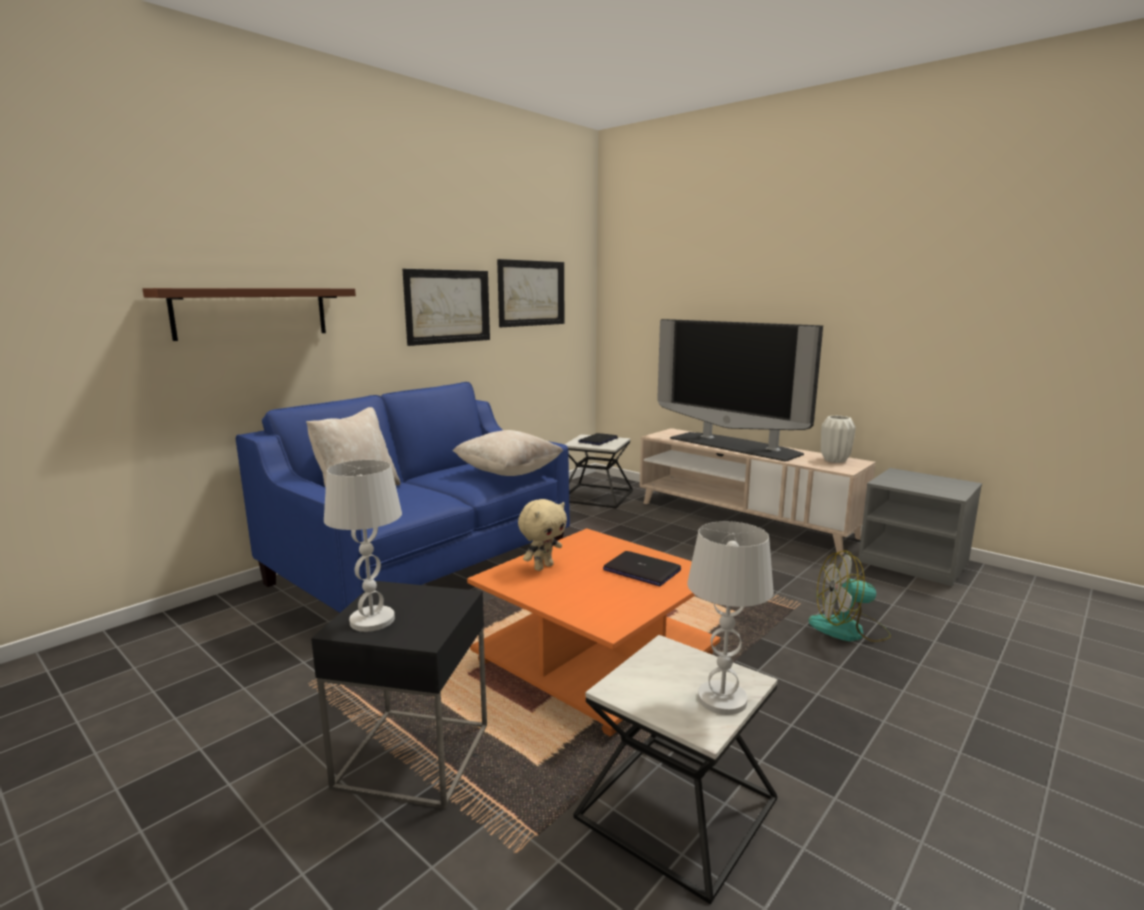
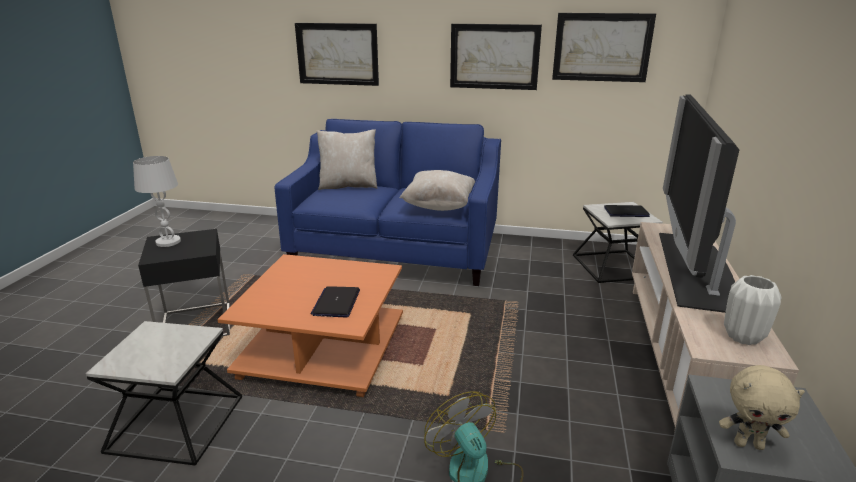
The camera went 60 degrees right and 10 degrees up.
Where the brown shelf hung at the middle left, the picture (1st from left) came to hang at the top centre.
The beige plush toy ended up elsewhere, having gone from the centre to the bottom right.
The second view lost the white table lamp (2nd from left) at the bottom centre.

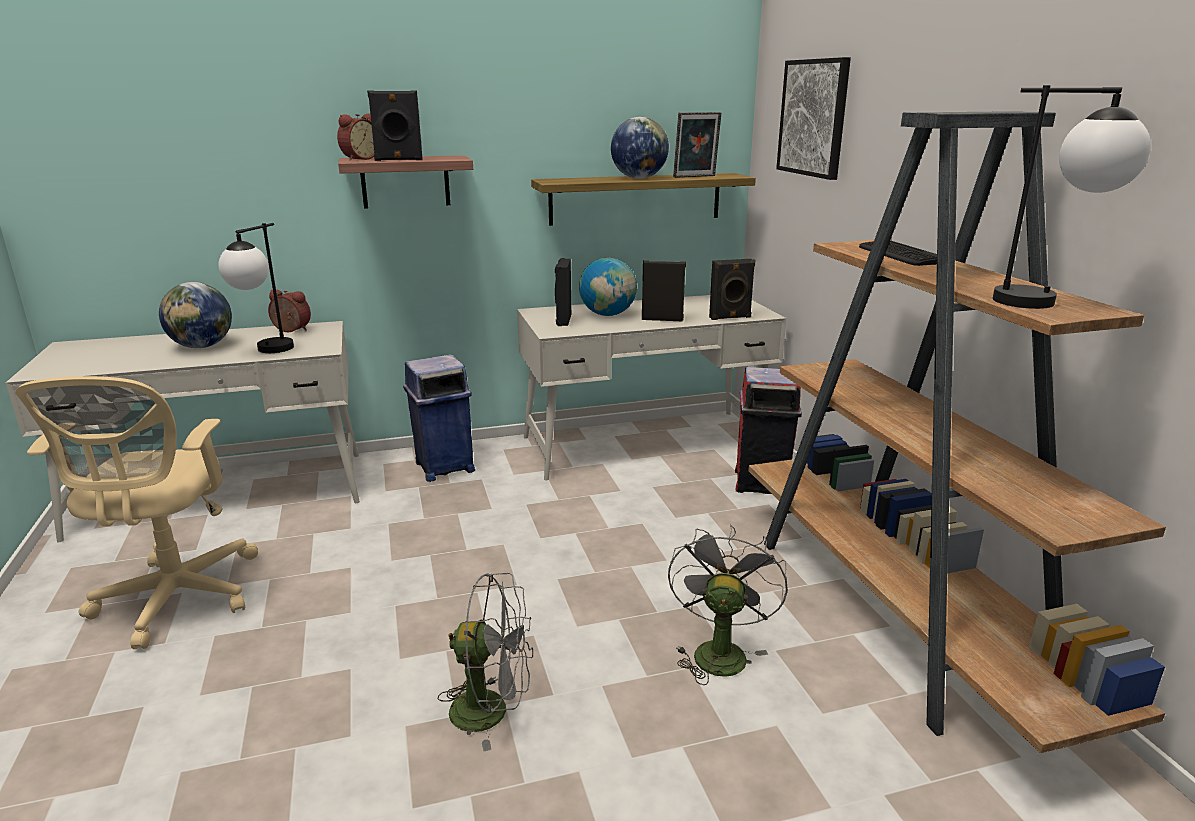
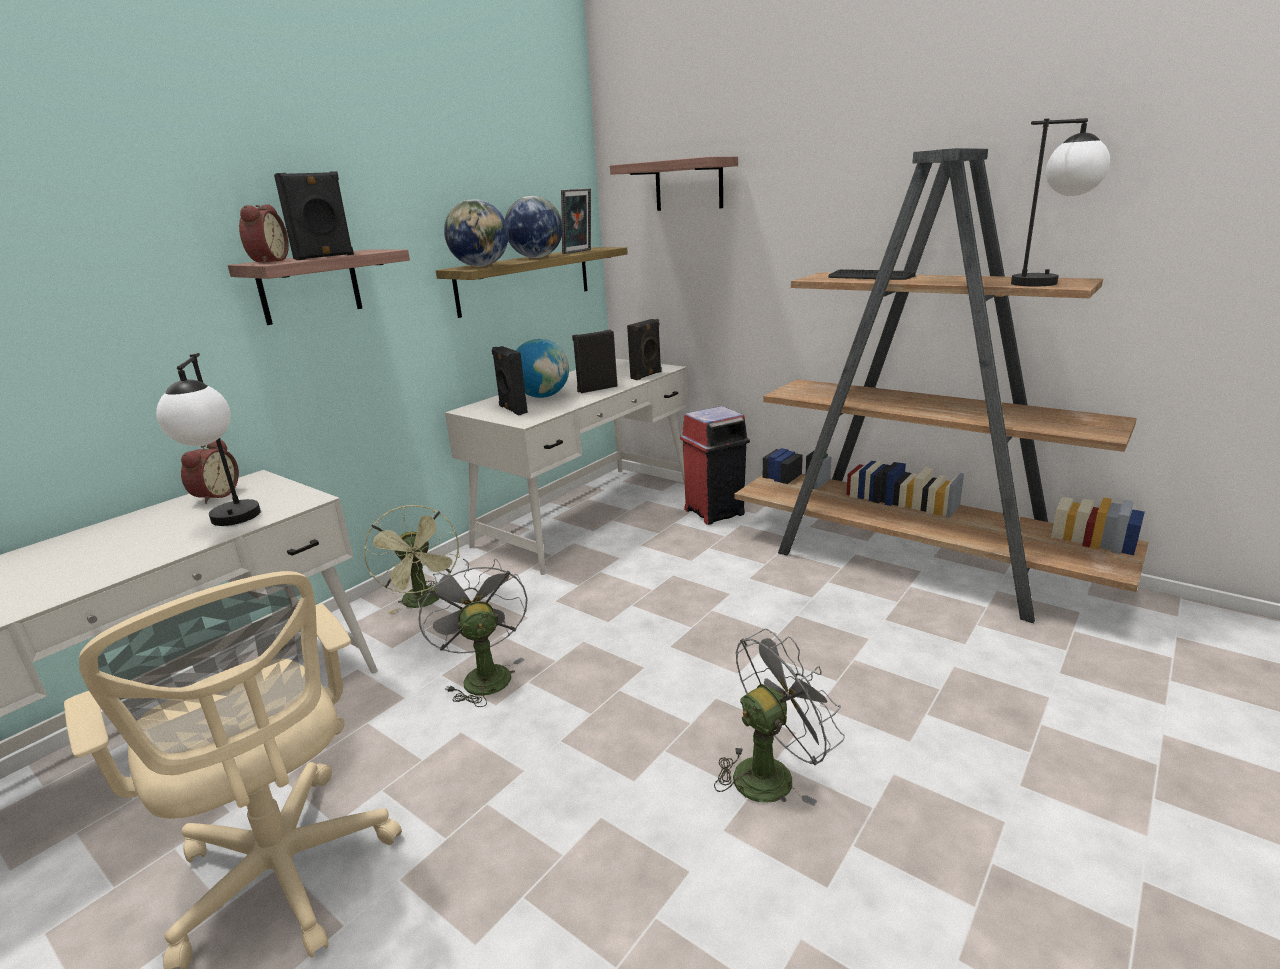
The camera went 35 degrees left and 0 degrees up.
The globe (1st from left) ended up elsewhere, having gone from the middle left to the top centre.
The alarm clock (1st from left) at the middle left ended up facing another way, 120 degrees clockwise from before.
Where the blue trash can stood at the centre, the green fan came to stand at the middle left.
The grey fan (2nd from left in the first image) ended up elsewhere, having gone from the bottom centre to the centre.
Where the picture hung at the top right, the shelf (3rd from left) came to hang at the top centre.

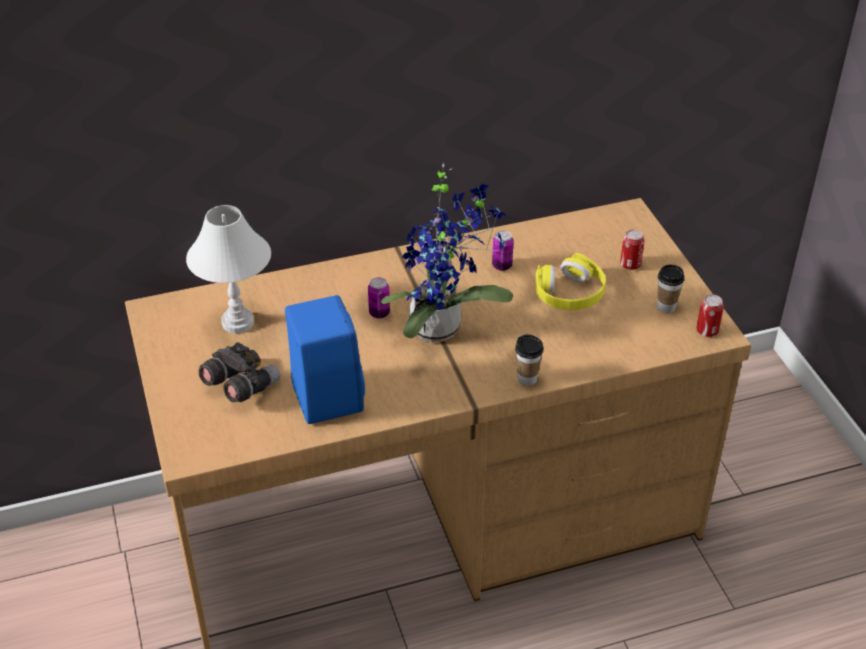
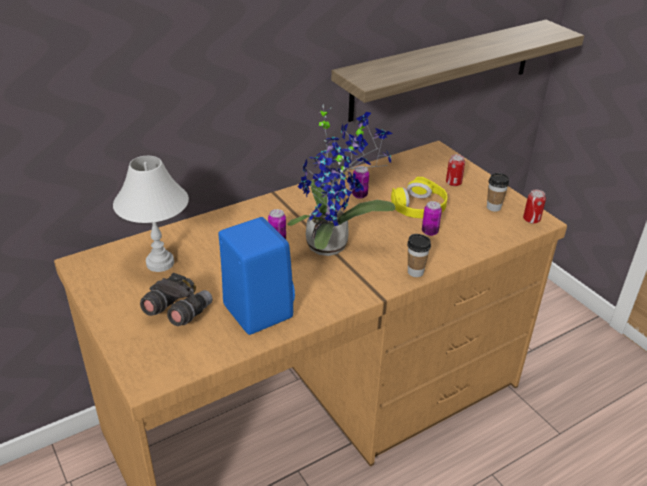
The camera went 15 degrees left and 5 degrees down.
The second view gained the shelf at the top right.
The second view gained the can (3rd from left) at the middle right.

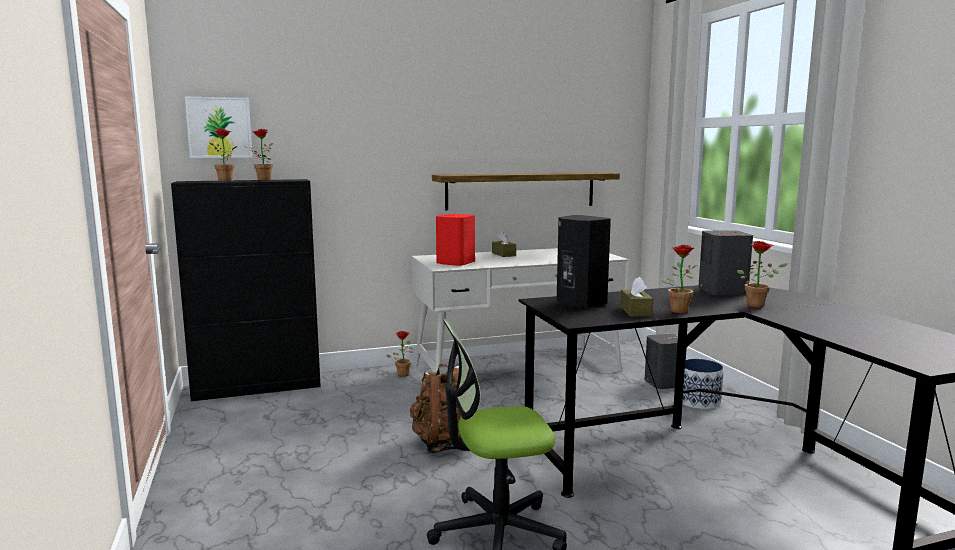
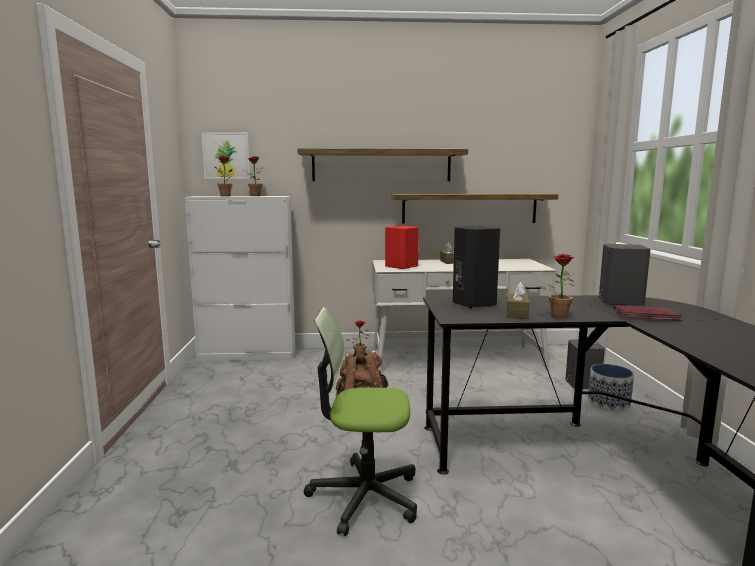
The camera went 15 degrees right and 0 degrees up.
What was the black cabinet at the middle left turned into the white cabinet at the middle left.
Where the potted plant (5th from left) stood at the middle right, the red book came to stand at the middle right.
The second view gained the shelf (1st from left) at the top centre.

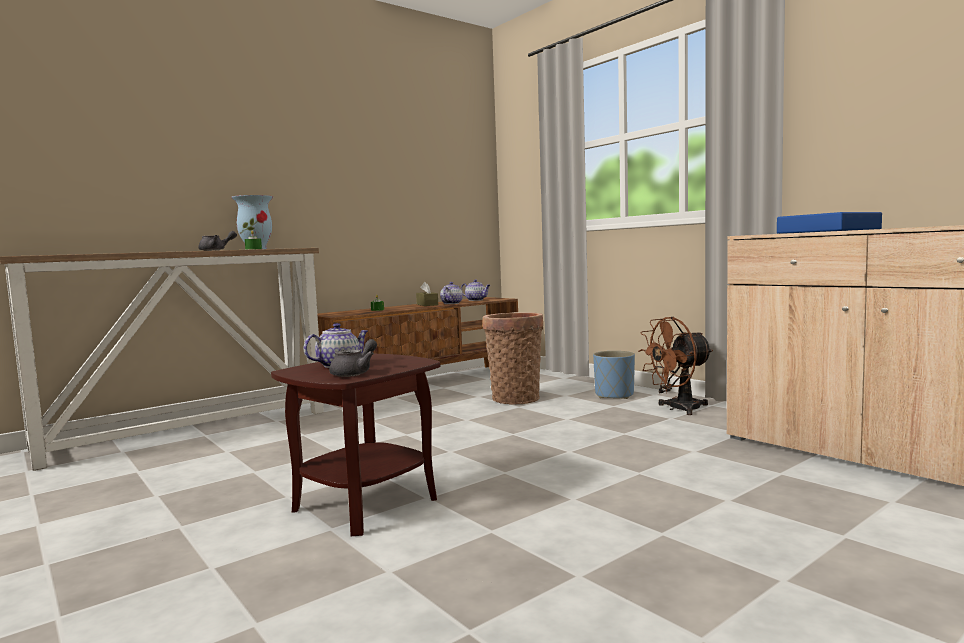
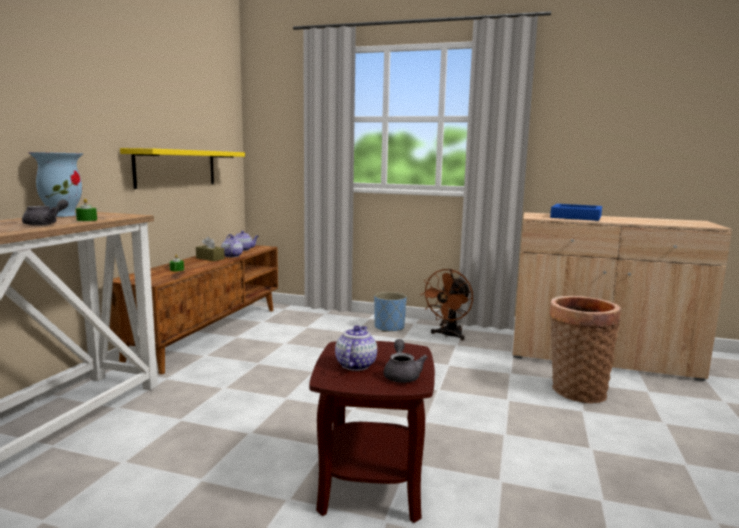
The camera went 35 degrees left and 5 degrees up.
The basket ended up elsewhere, having gone from the centre to the middle right.
The second view gained the yellow shelf at the top left.

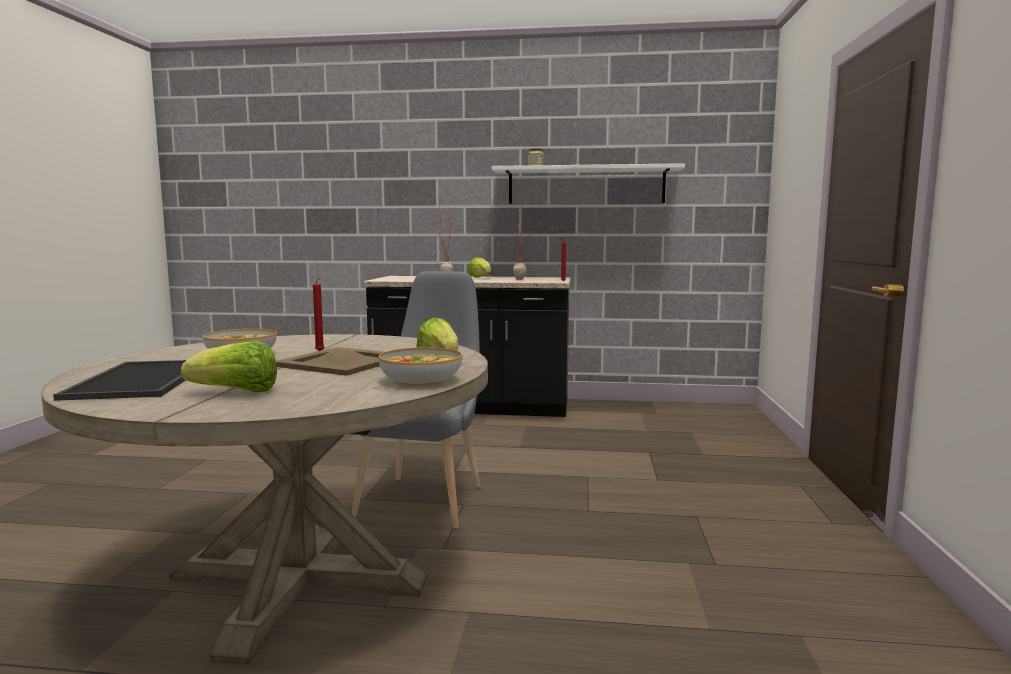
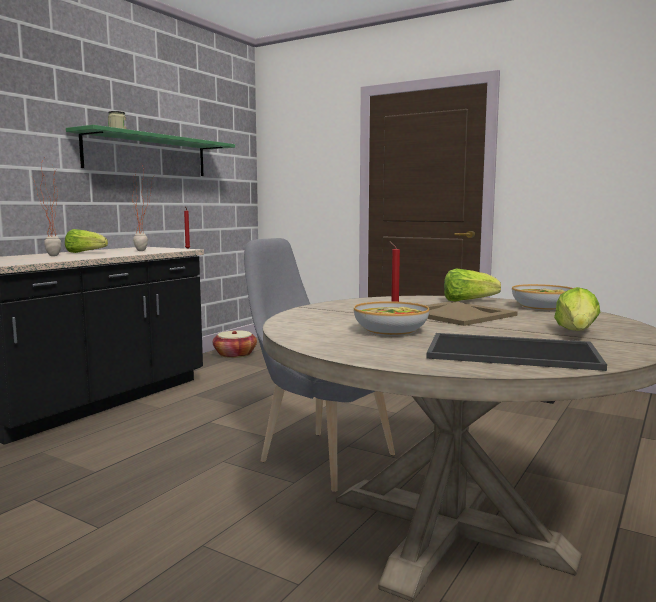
The camera went 65 degrees left and 0 degrees up.
What was the white shelf at the top centre turned into the green shelf at the top left.
The second view gained the basket at the centre.

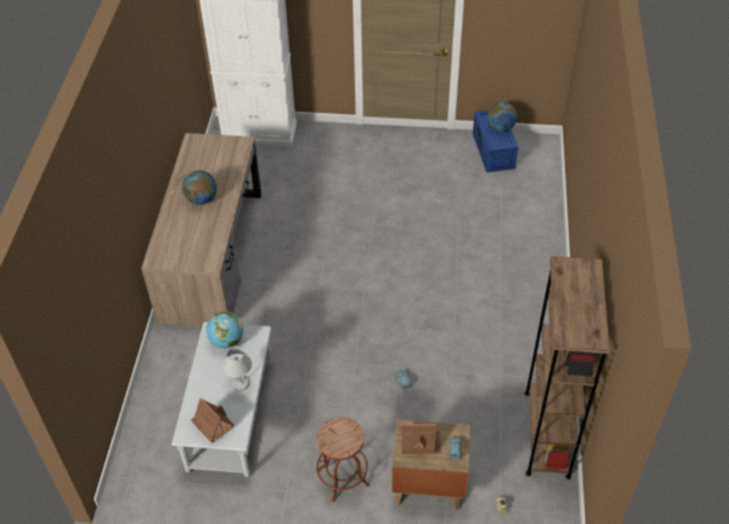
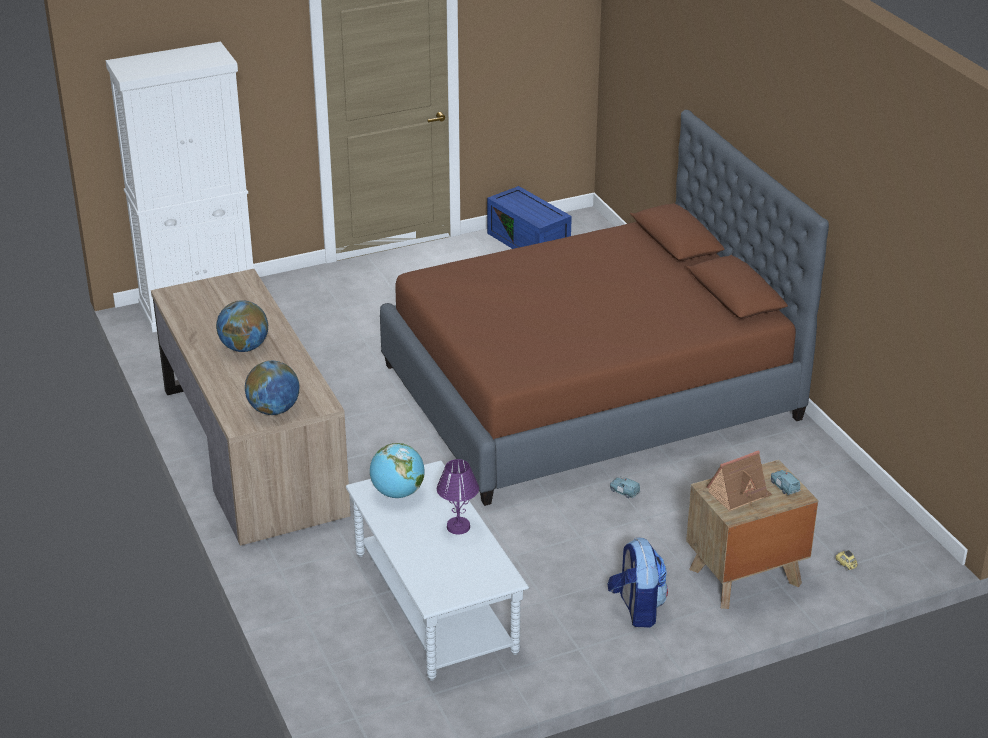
The camera went 30 degrees left and 15 degrees down.
The second view lost the toy house (1st from left) at the bottom left.
What was the white table lamp at the bottom left turned into the purple table lamp at the bottom centre.
Where the brown stool stood at the bottom centre, the backpack came to stand at the bottom centre.
The globe (3rd from left in the first image) ended up elsewhere, having gone from the top right to the middle left.
The second view lost the brown bookcase at the bottom right.
The second view gained the brown bed at the centre.

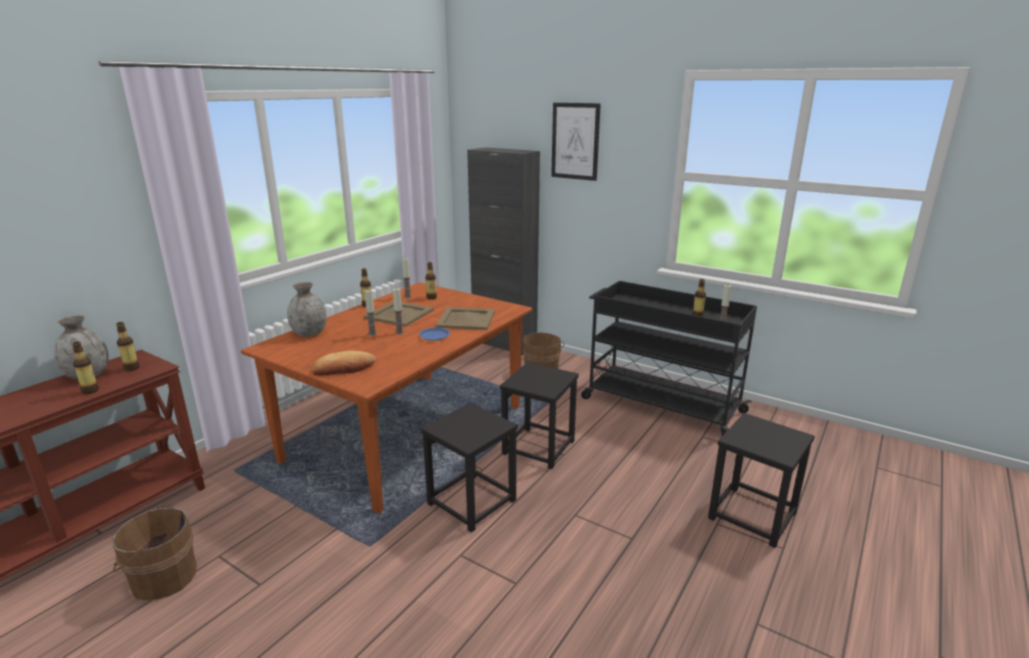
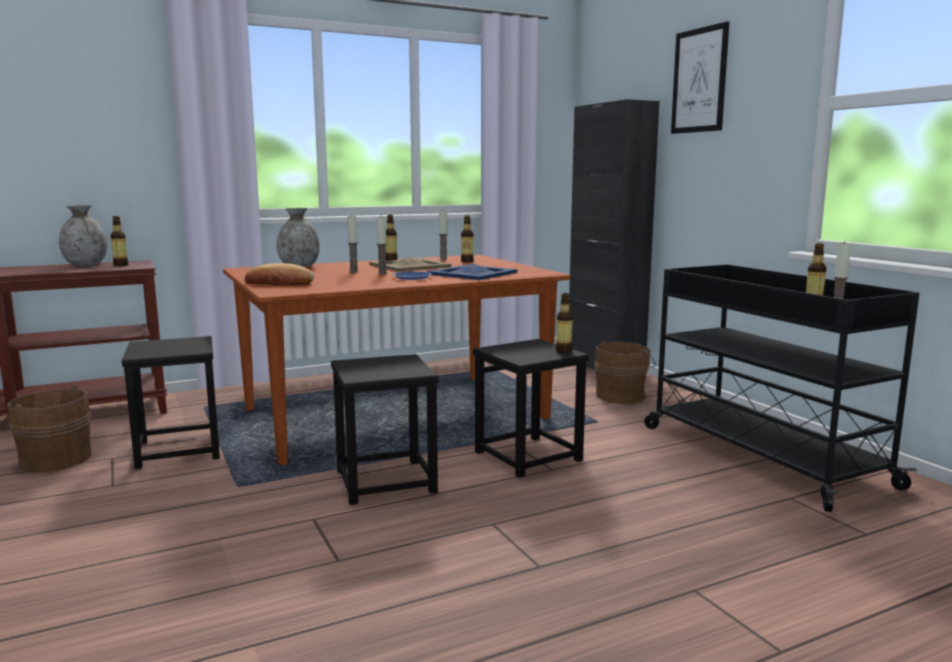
The camera went 30 degrees right and 10 degrees down.
The bottle (1st from left in the first image) ended up elsewhere, having gone from the middle left to the centre.
What was the beige tray (2nd from left) at the centre turned into the blue tray at the centre.
The black stool (3rd from left in the first image) ended up elsewhere, having gone from the bottom right to the middle left.

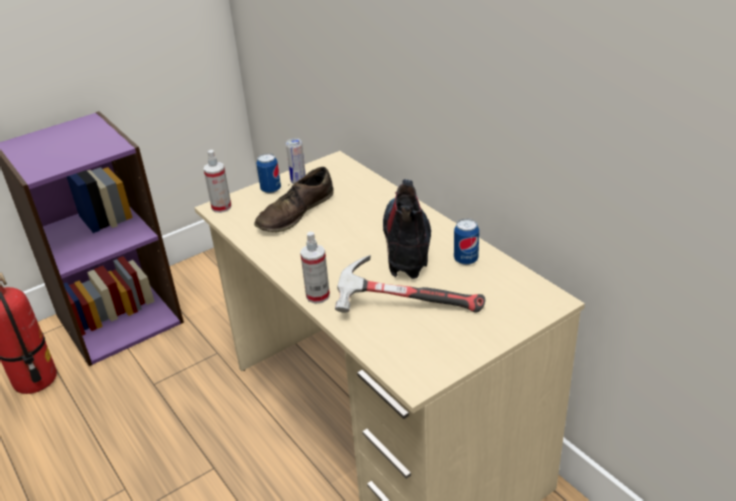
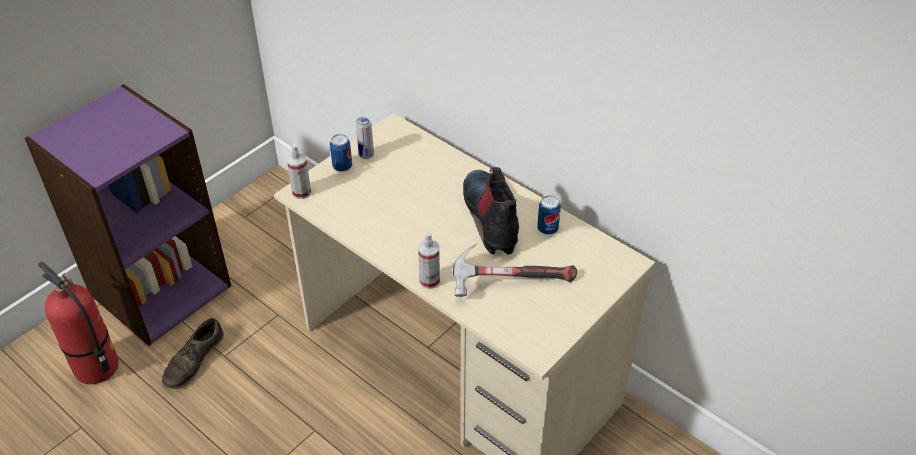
The camera went 15 degrees left and 10 degrees up.
The brown shoe ended up elsewhere, having gone from the centre to the bottom left.

